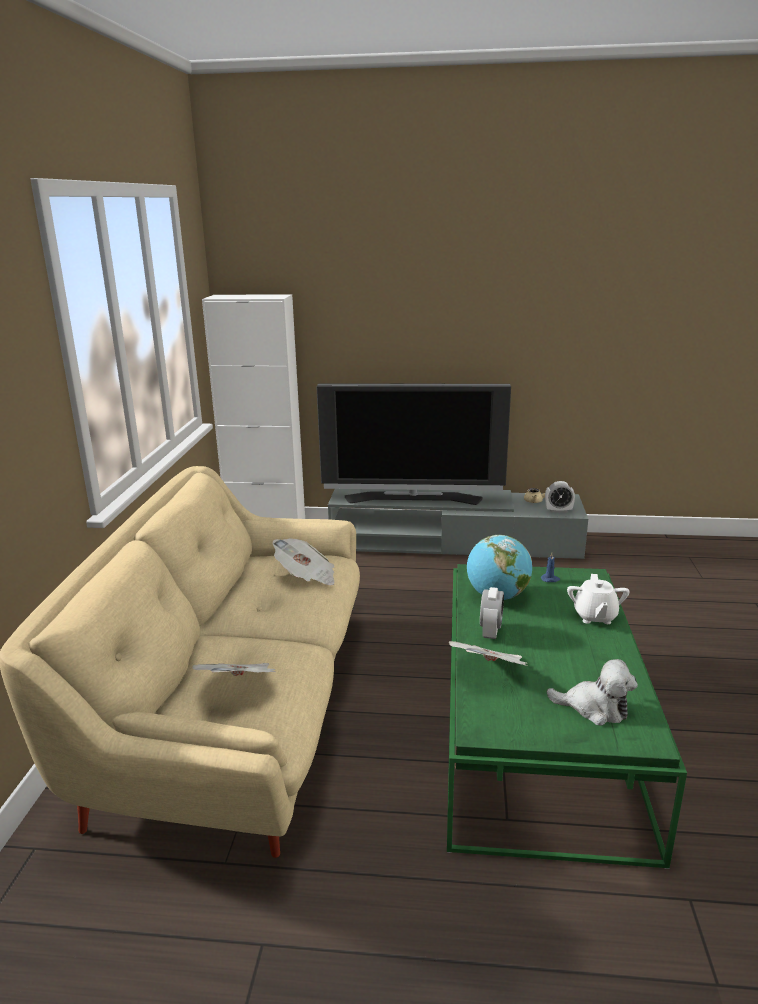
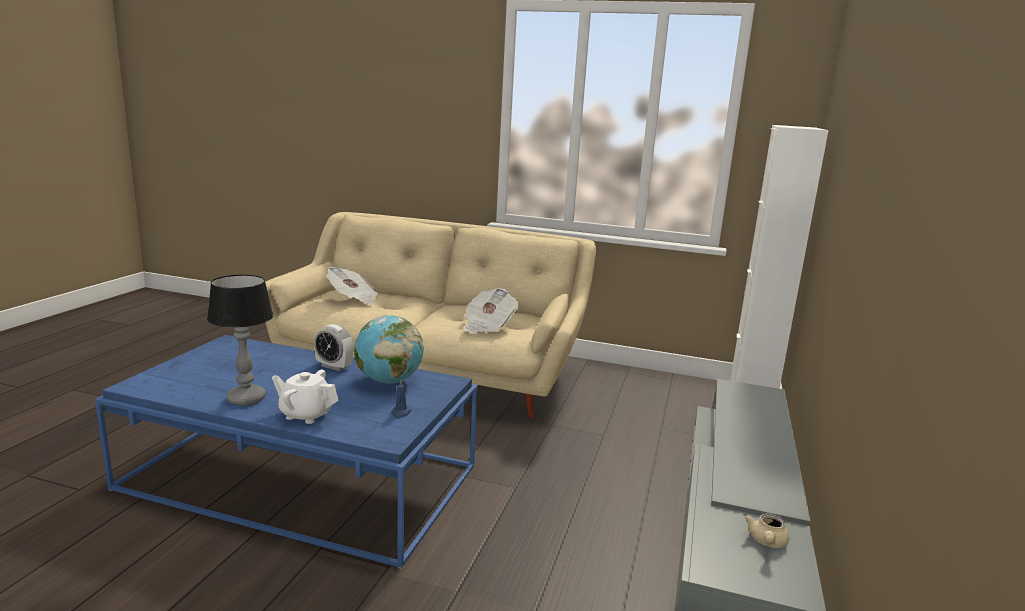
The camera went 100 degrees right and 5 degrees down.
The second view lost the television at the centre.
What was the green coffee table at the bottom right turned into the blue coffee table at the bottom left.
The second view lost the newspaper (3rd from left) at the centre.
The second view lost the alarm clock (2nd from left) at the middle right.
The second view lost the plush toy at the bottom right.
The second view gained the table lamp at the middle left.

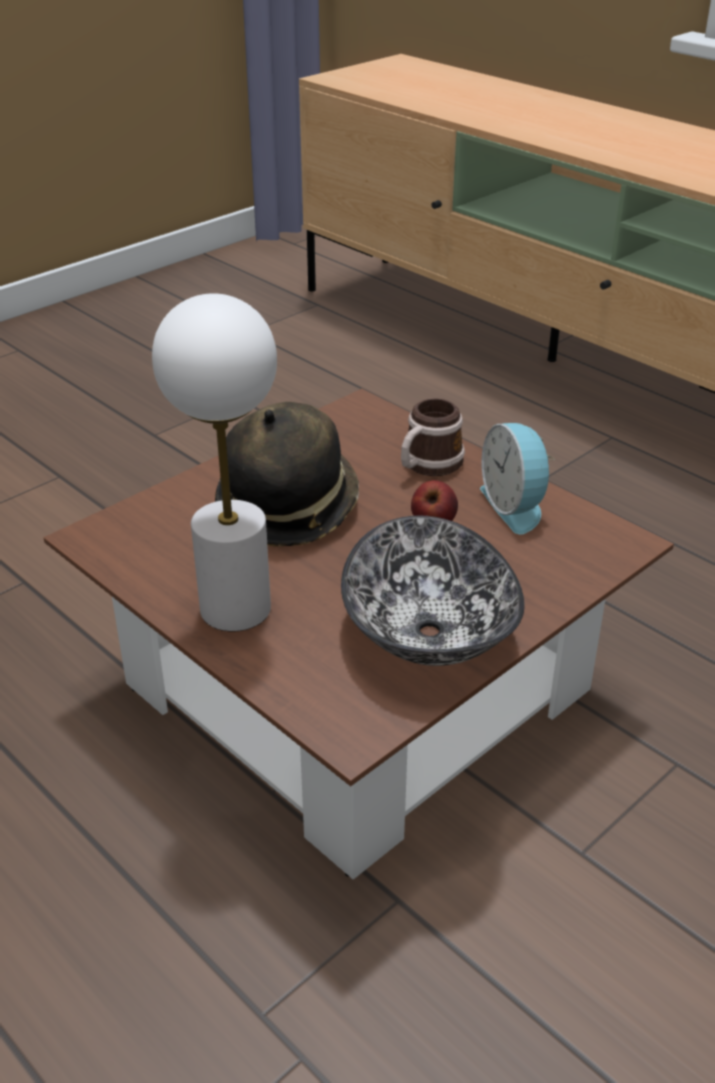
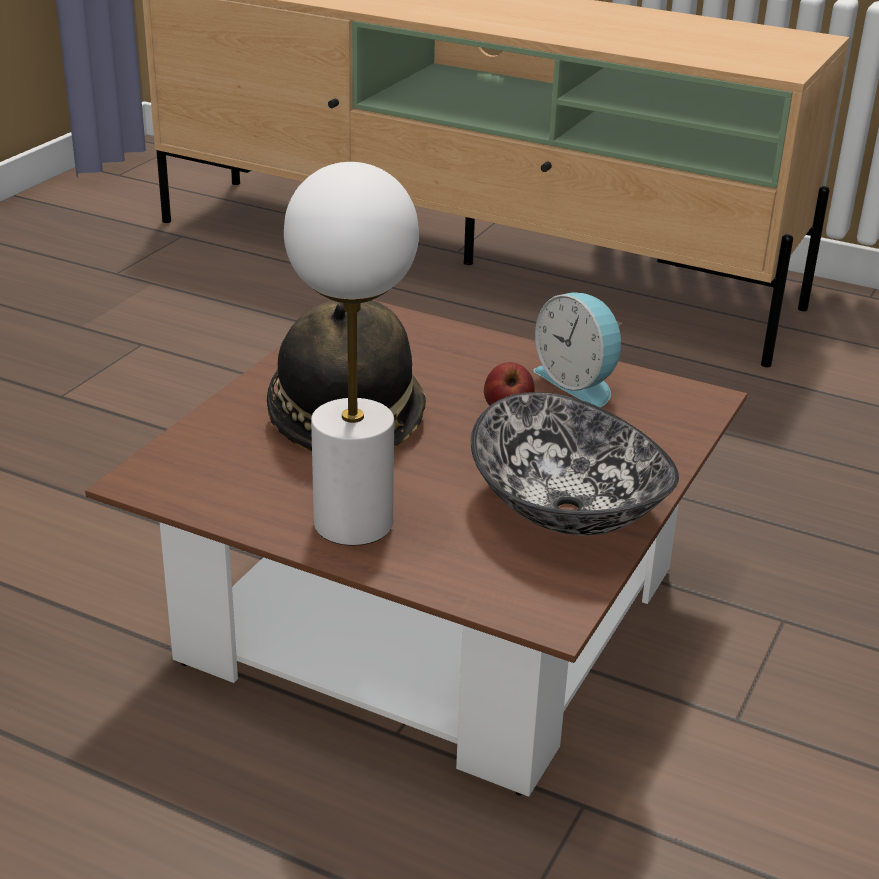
The camera went 20 degrees left and 5 degrees down.
The second view lost the mug at the centre.

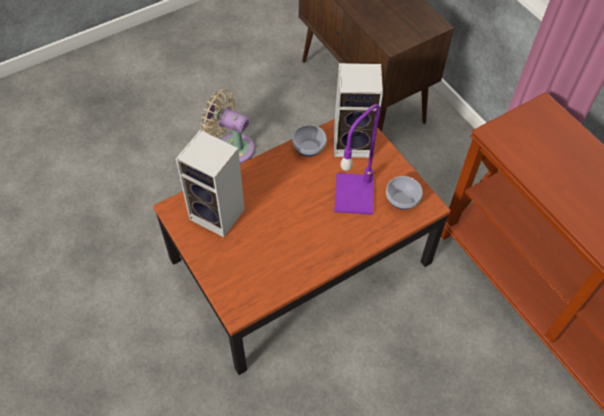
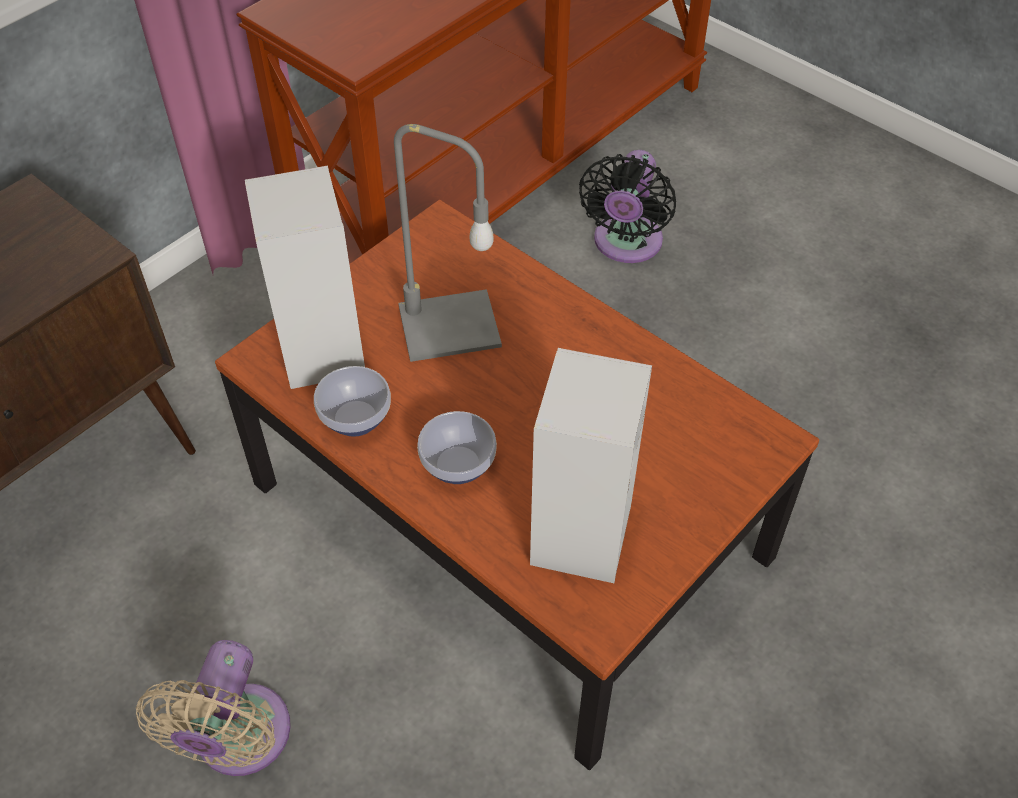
The camera went 105 degrees left and 5 degrees down.
What was the purple table lamp at the centre turned into the grey table lamp at the top centre.
The bowl (2nd from left) ended up elsewhere, having gone from the middle right to the centre.
The second view gained the black fan at the top centre.

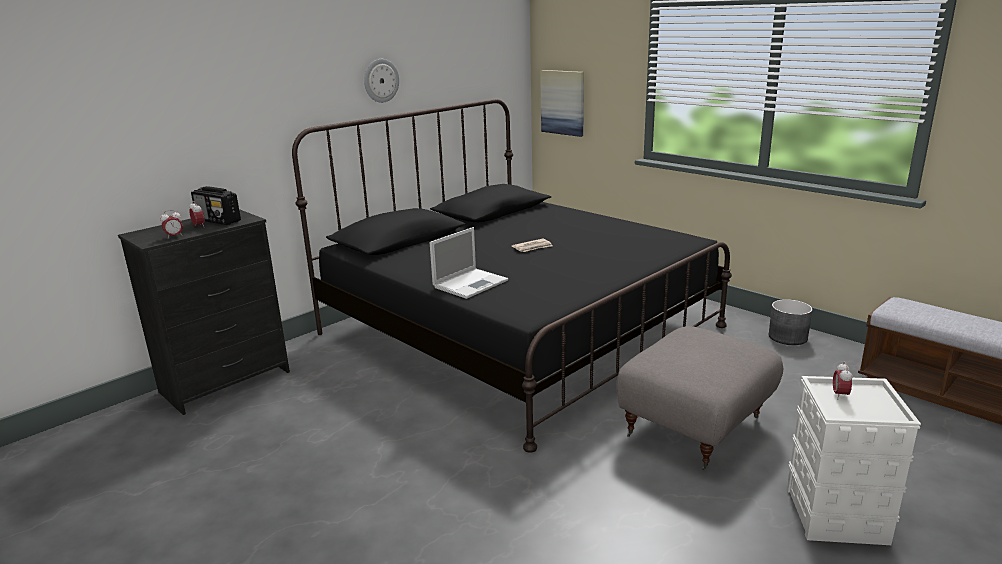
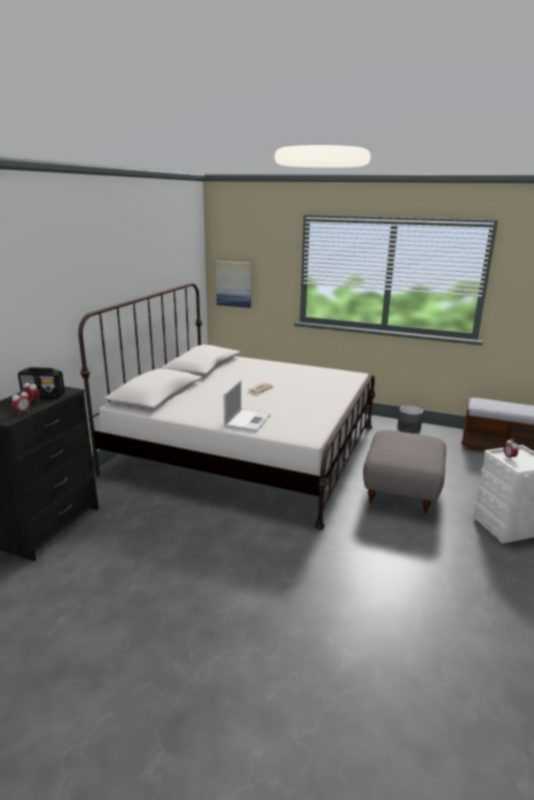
The camera went 25 degrees left and 0 degrees up.
What was the black bed at the centre turned into the white bed at the centre.
The second view lost the wall clock at the top centre.

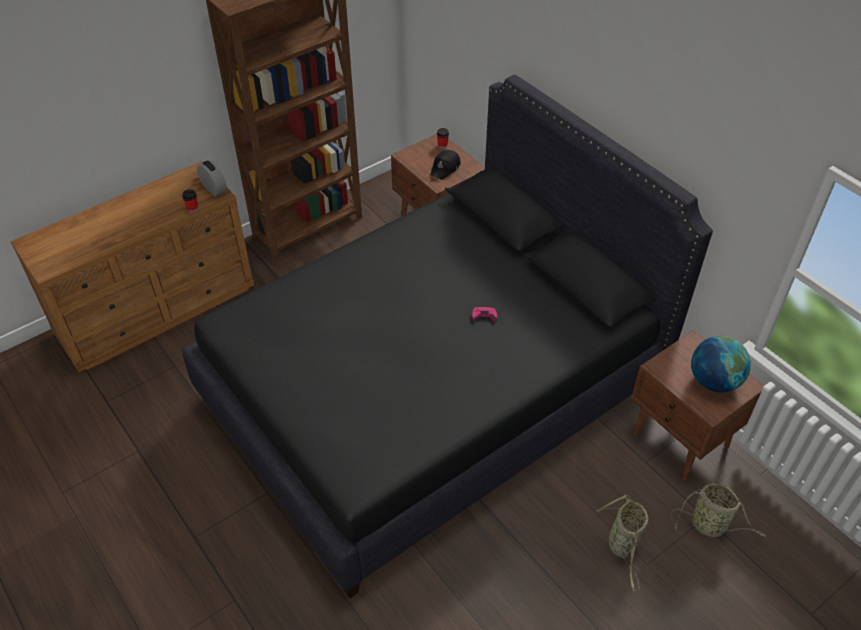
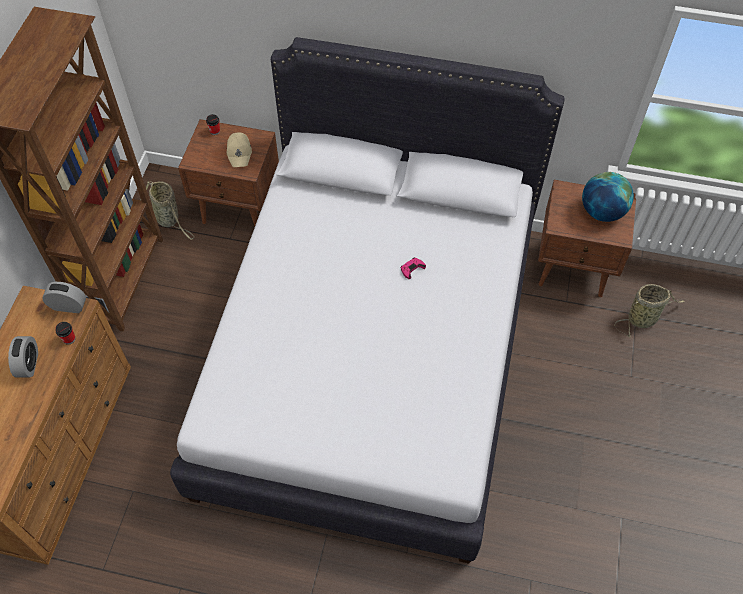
The camera went 40 degrees left and 10 degrees up.
What was the black bed at the centre turned into the white bed at the centre.
What was the black cap at the top centre turned into the beige cap at the top left.
The basket (1st from left) ended up elsewhere, having gone from the bottom right to the middle left.
The second view gained the alarm clock (1st from left) at the middle left.

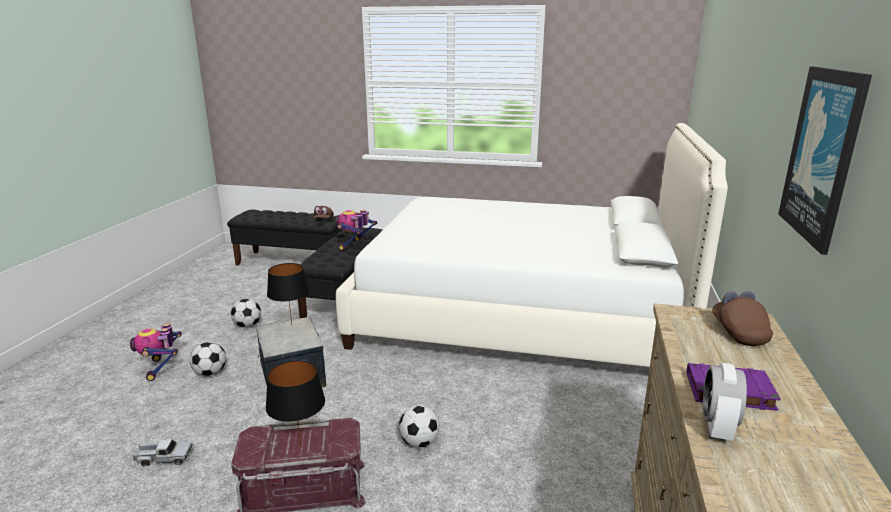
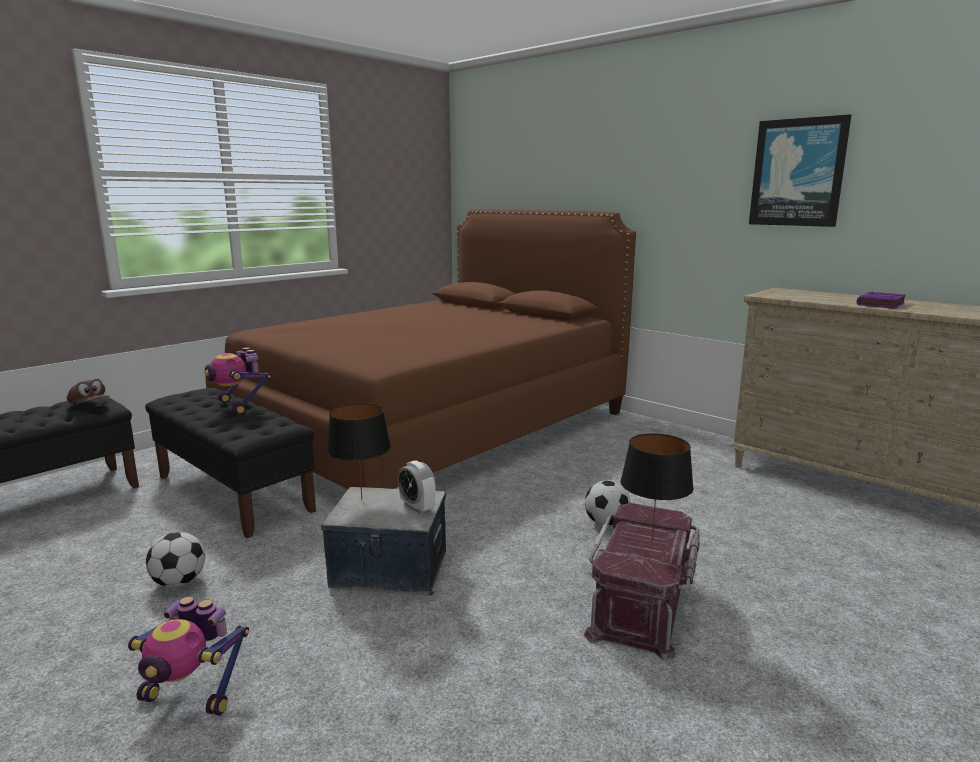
The camera went 60 degrees left and 5 degrees down.
The second view lost the toy truck at the bottom left.
The second view lost the football (1st from left) at the bottom left.
What was the white bed at the centre turned into the brown bed at the centre.
The alarm clock ended up elsewhere, having gone from the bottom right to the centre.
The second view lost the brown cap (2nd from left) at the middle right.

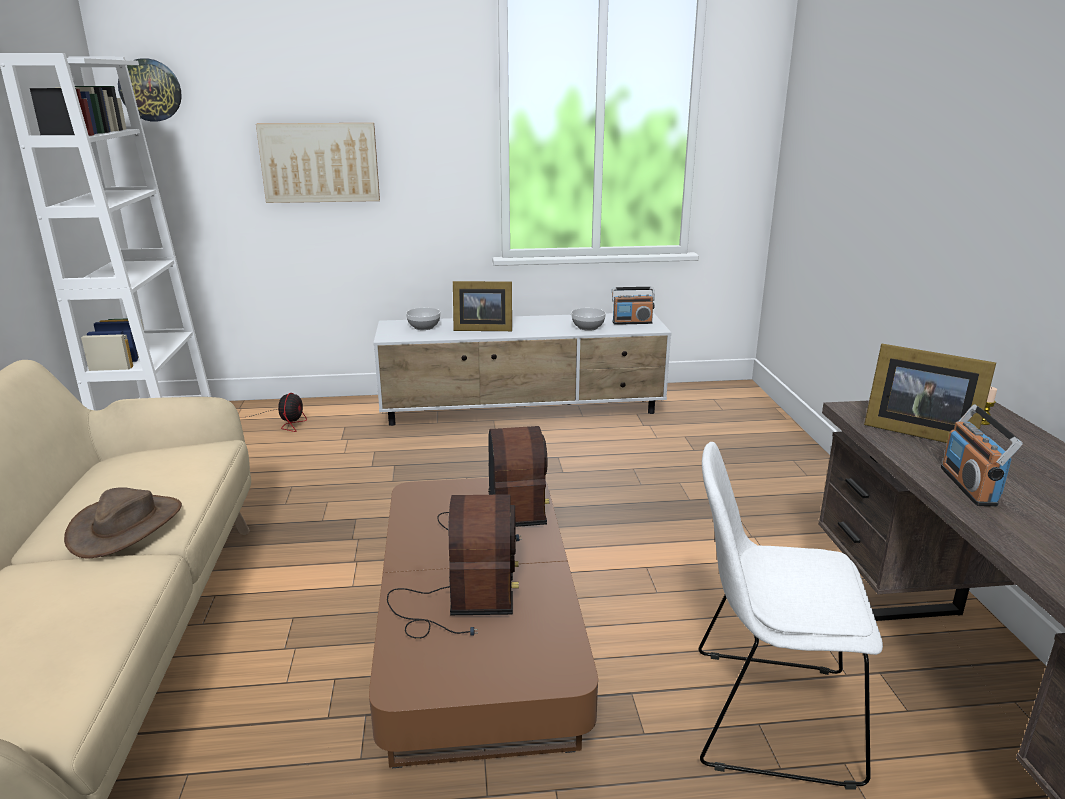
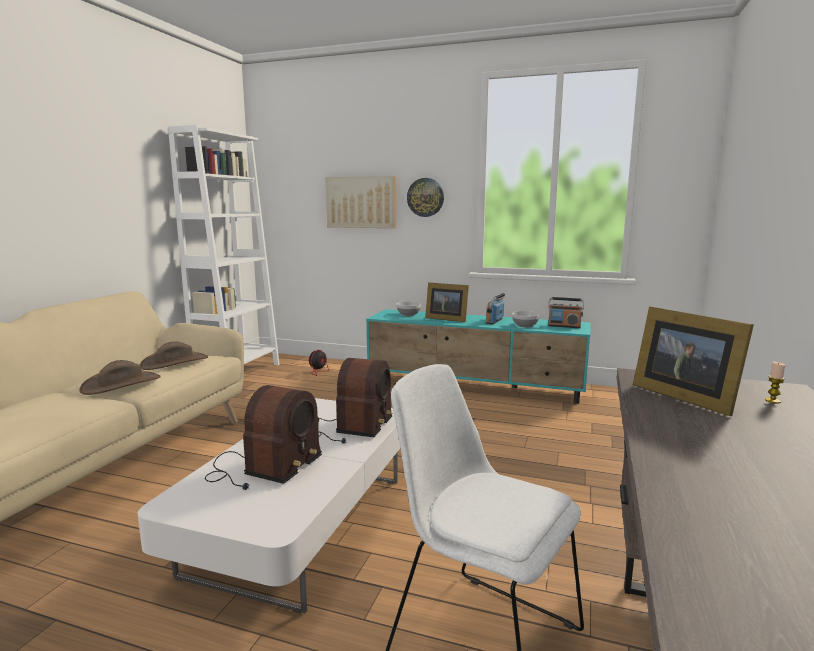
The camera went 25 degrees right and 10 degrees down.
The wall clock ended up elsewhere, having gone from the top left to the top centre.
What was the brown coffee table at the bottom centre turned into the white coffee table at the bottom left.
What was the white tv stand at the centre turned into the turquoise tv stand at the centre.
The radio (4th from left in the first image) ended up elsewhere, having gone from the middle right to the centre.
The second view gained the brown hat (2nd from left) at the middle left.

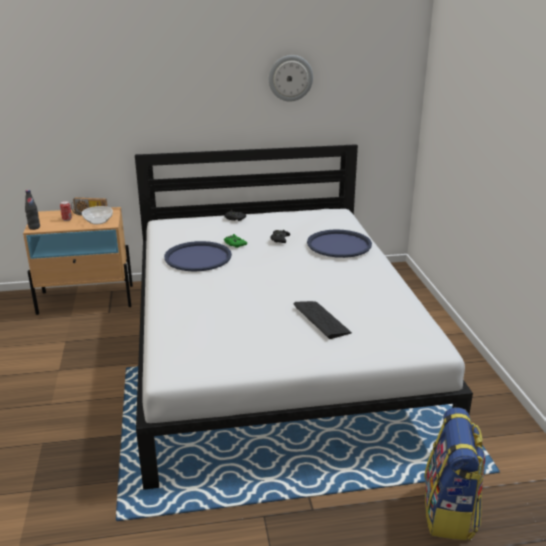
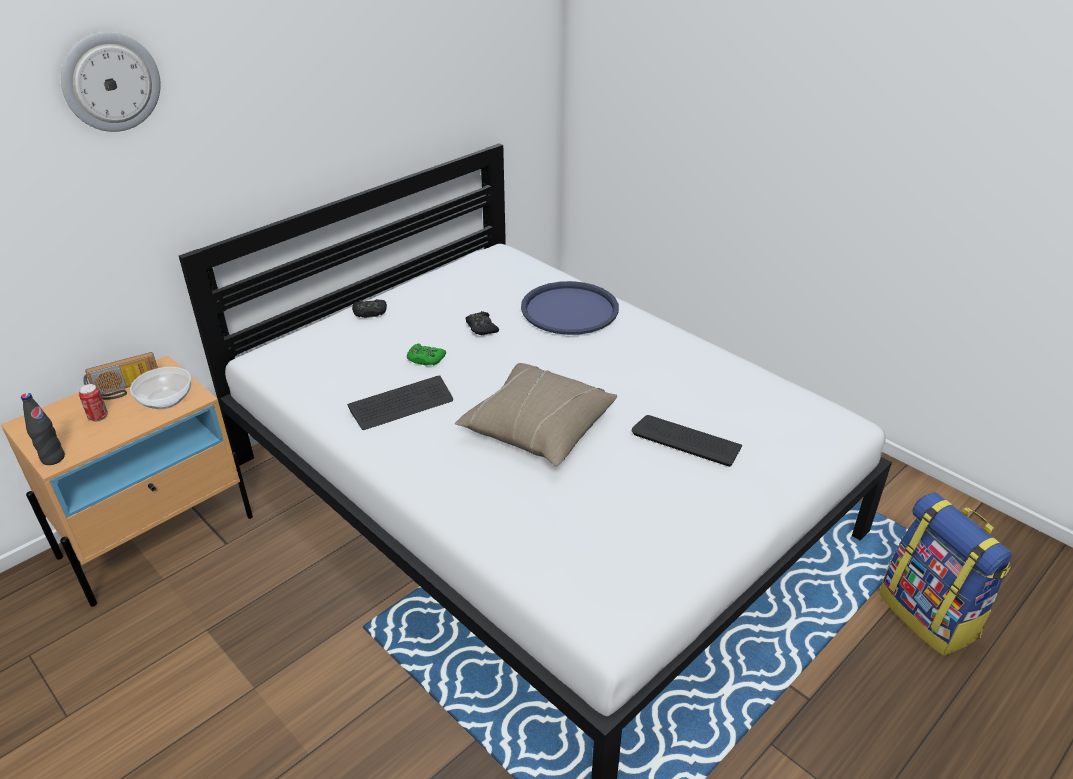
The camera went 35 degrees left and 10 degrees up.
Where the blue tray (1st from left) stood at the centre, the keyboard (1st from left) came to stand at the centre.
The wall clock ended up elsewhere, having gone from the top centre to the top left.
The second view gained the beige pillow at the centre.

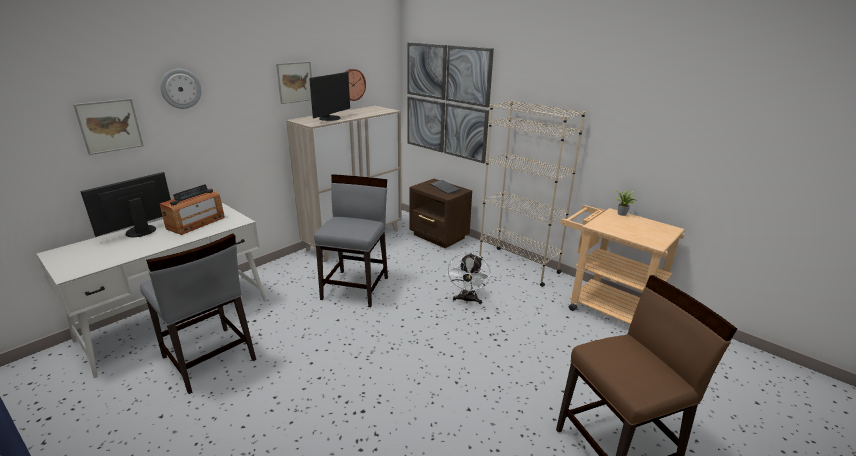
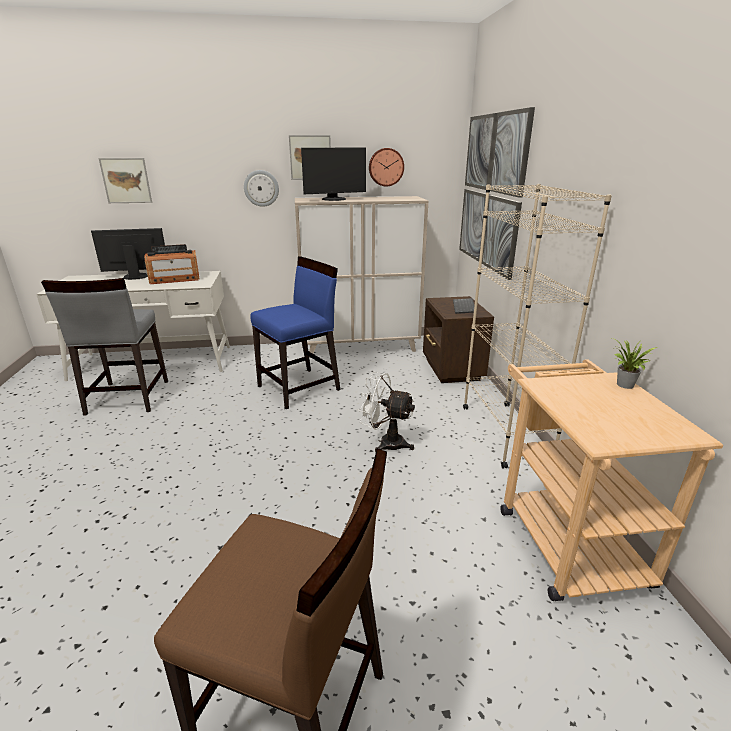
The camera went 40 degrees right and 0 degrees up.
The wall clock (1st from left) ended up elsewhere, having gone from the top left to the top centre.
What was the grey chair (2nd from left) at the centre turned into the blue chair at the centre.
The white fan at the centre ended up facing another way, 60 degrees clockwise from before.

